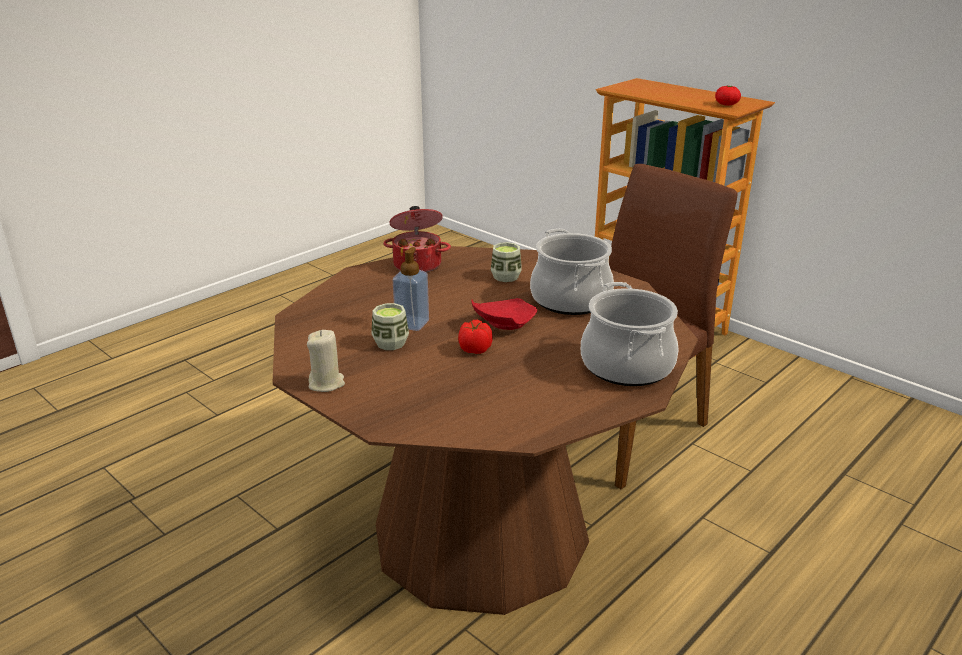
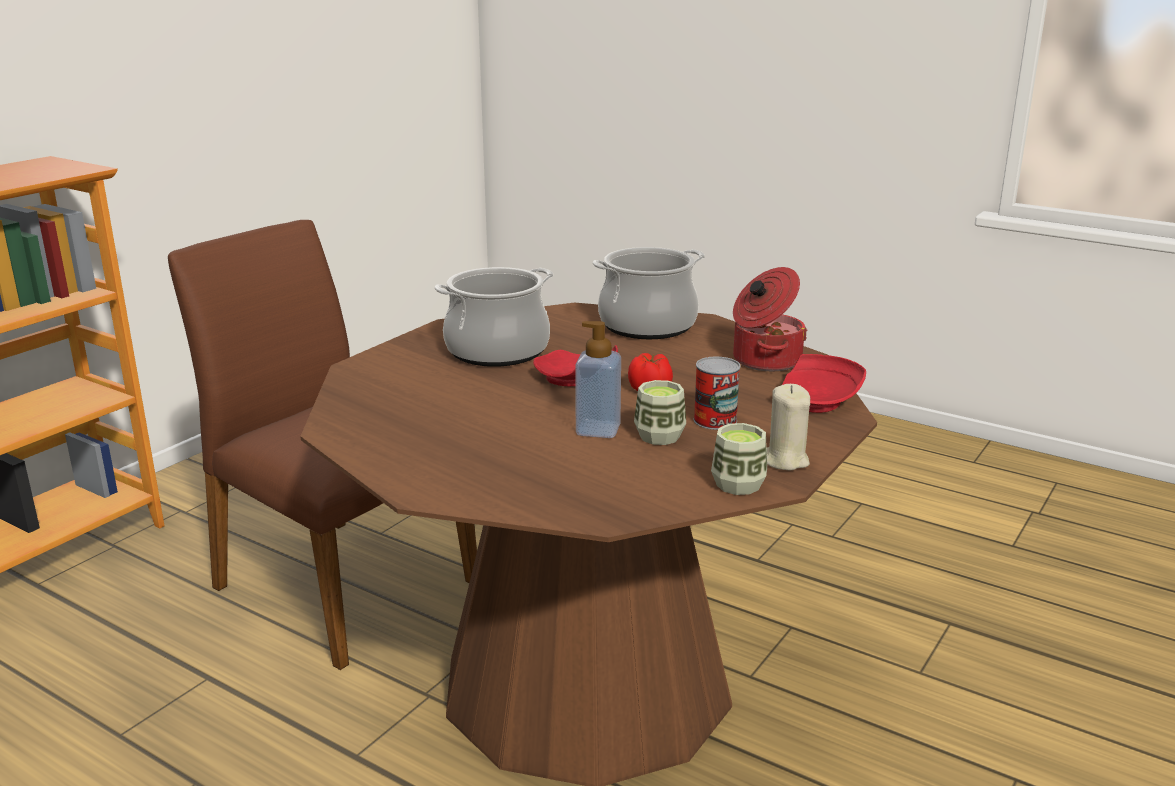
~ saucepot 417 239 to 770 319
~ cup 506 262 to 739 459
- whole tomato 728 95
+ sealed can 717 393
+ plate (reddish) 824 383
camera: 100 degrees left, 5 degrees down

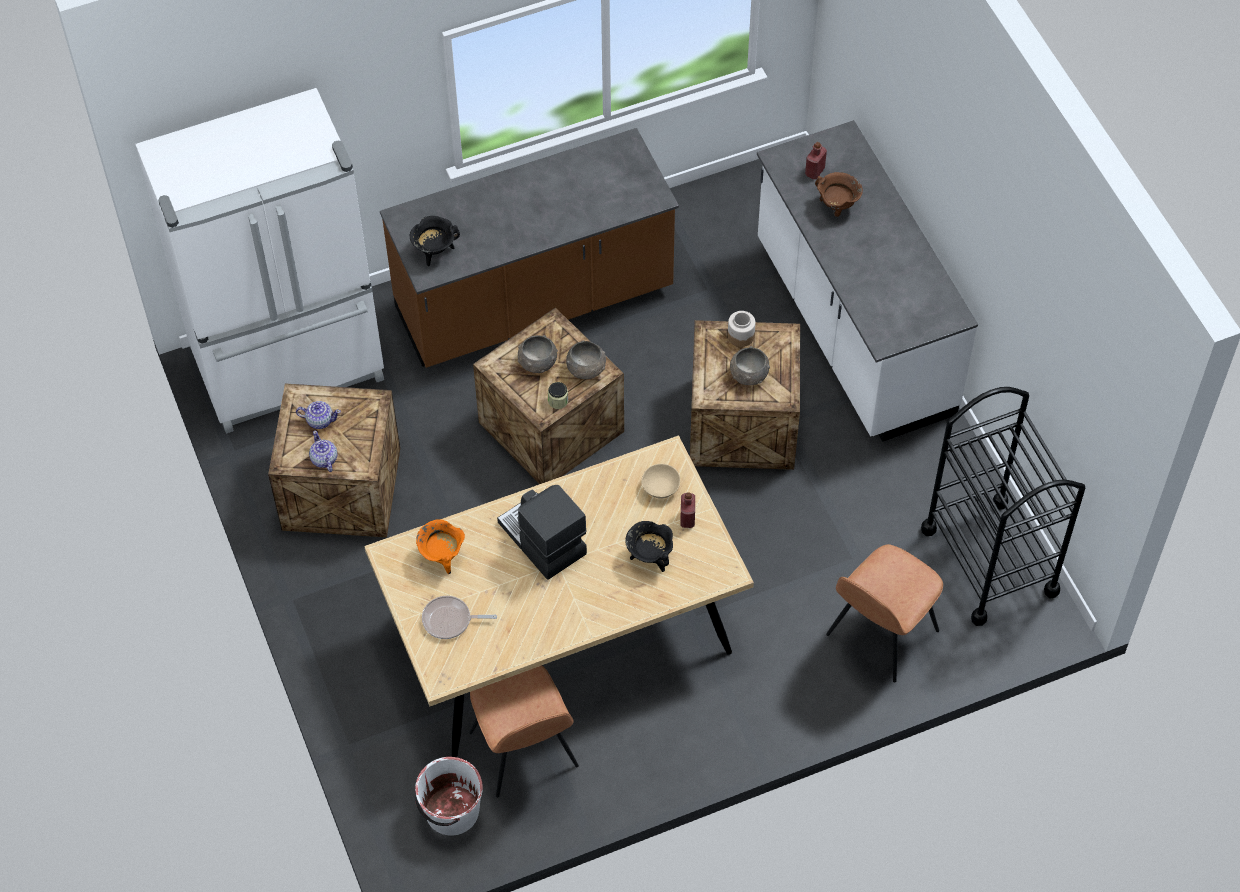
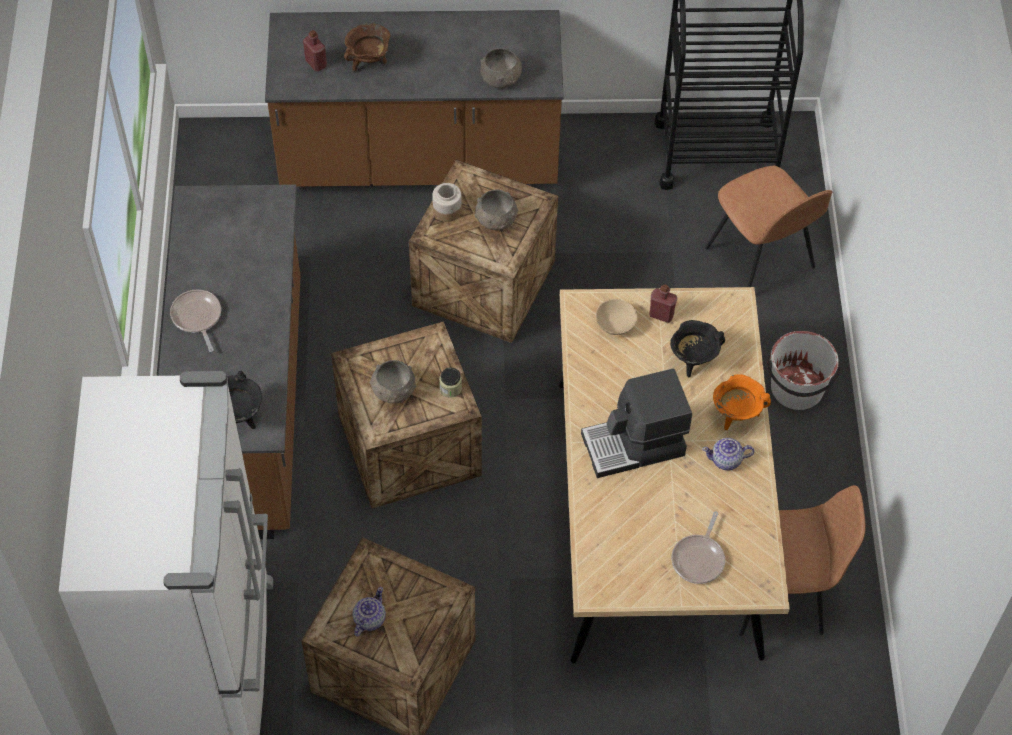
~ tea pot 323 451 to 728 454
~ water bucket (whitish) 449 796 to 803 370
~ saucepot (orange) 440 546 to 742 402
~ serving bowl (greyish) 586 359 to 501 68
~ kitchen base unit (whitish) 867 281 to kitchen base unit (brown-coloured) 414 98
+ pan 195 320
camera: 70 degrees left, 0 degrees up

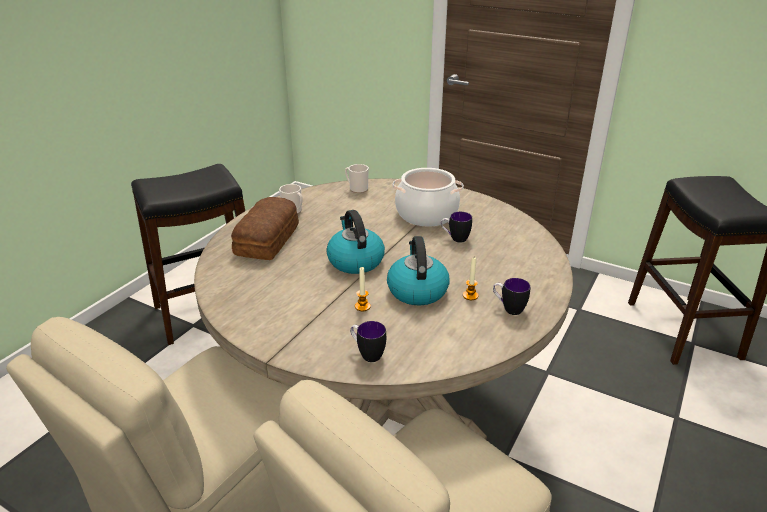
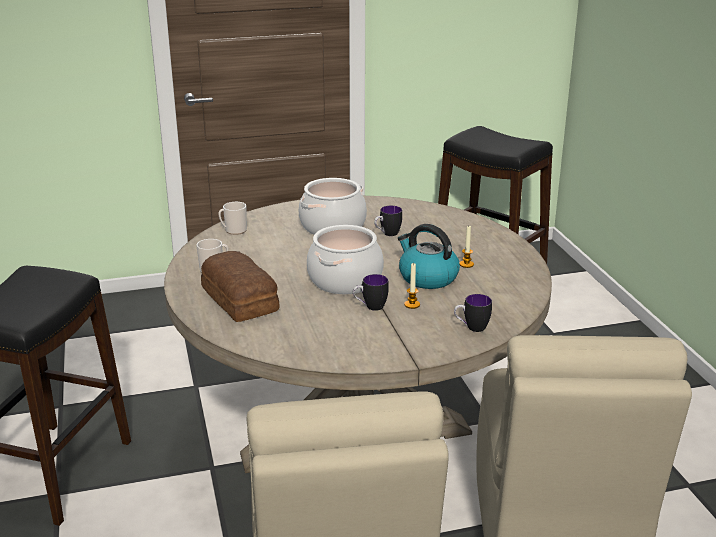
~ tea kettle 355 242 to saucepot 345 259
~ coffee mug 512 296 to 371 292
camera: 45 degrees left, 5 degrees down

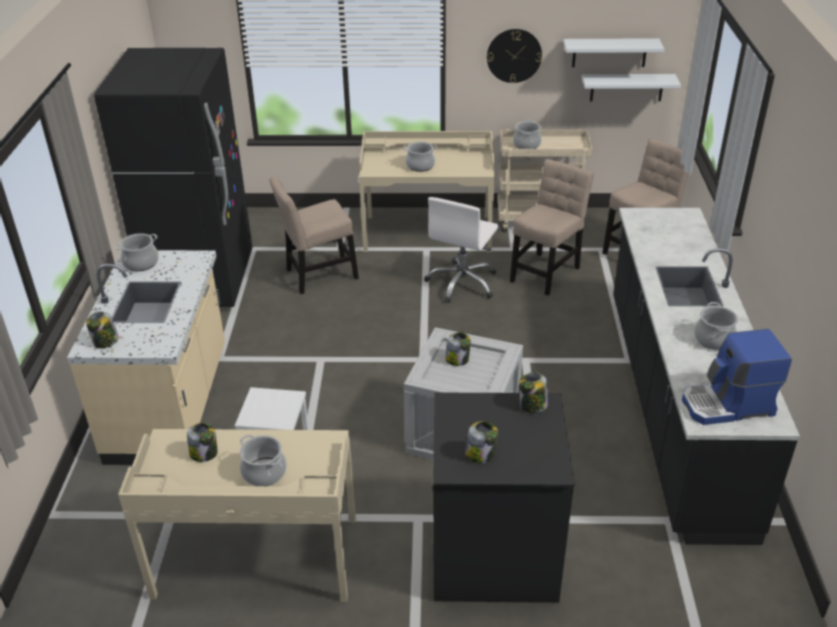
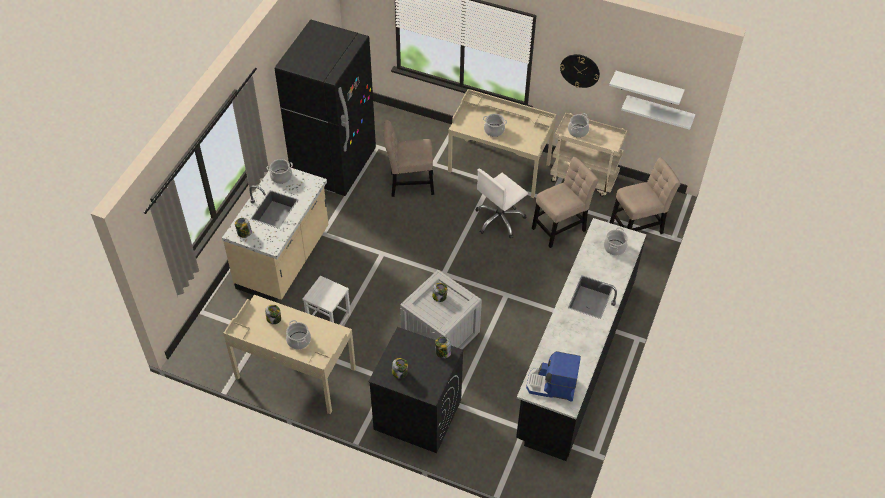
~ saucepot 716 326 to 616 241
camera: 20 degrees right, 15 degrees up

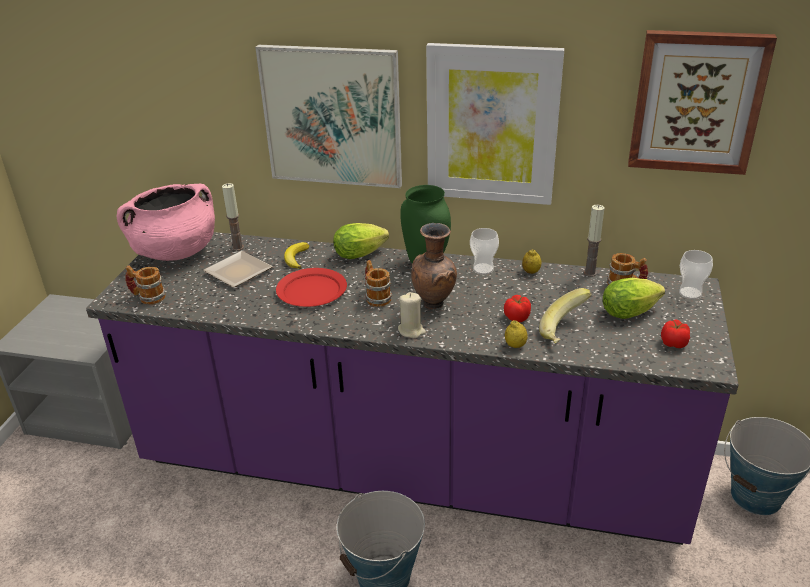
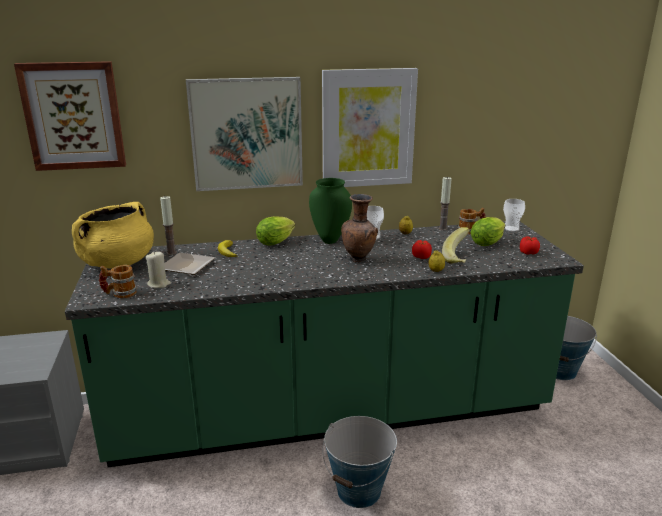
~ kitchen base unit (purplish) 412 388 to kitchen base unit (greenish) 324 344
~ saucepot (pink-coloured) 166 222 to saucepot (yellow) 113 235
- plate (reddish) 311 287
- coffee mug 379 283
~ candle (beige-coloured) 412 315 to 158 269
~ wall picture 702 102 to 70 116
camera: 25 degrees left, 10 degrees down

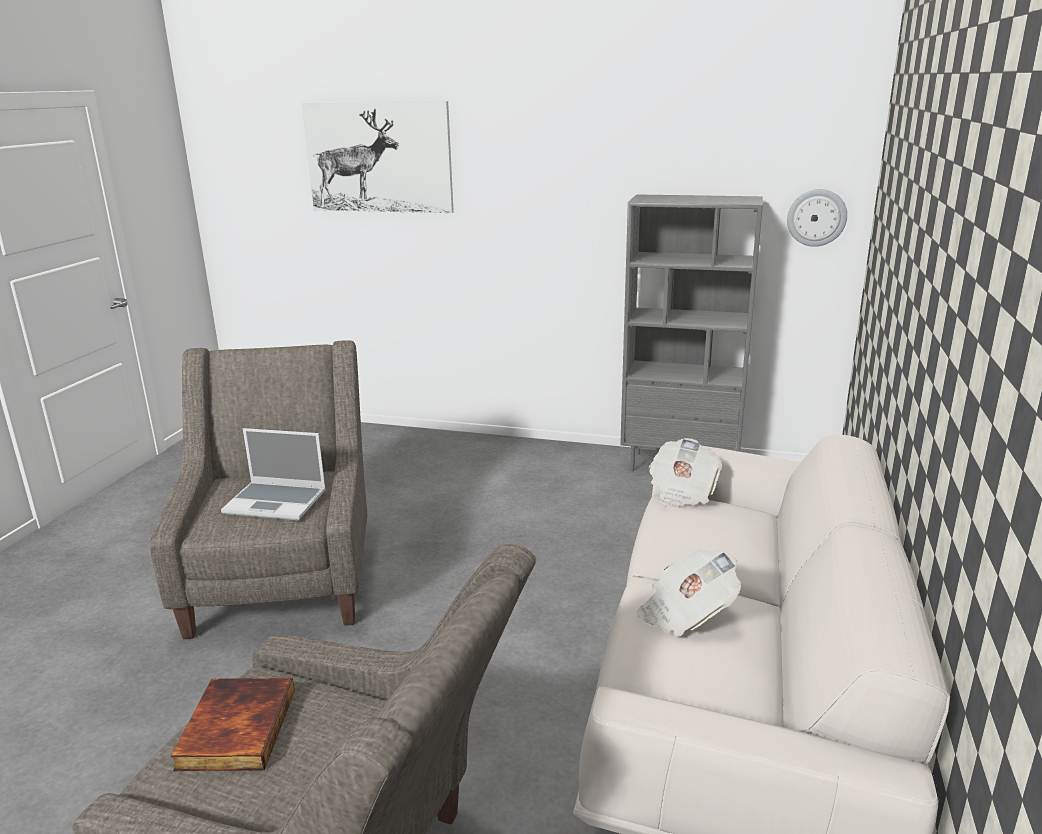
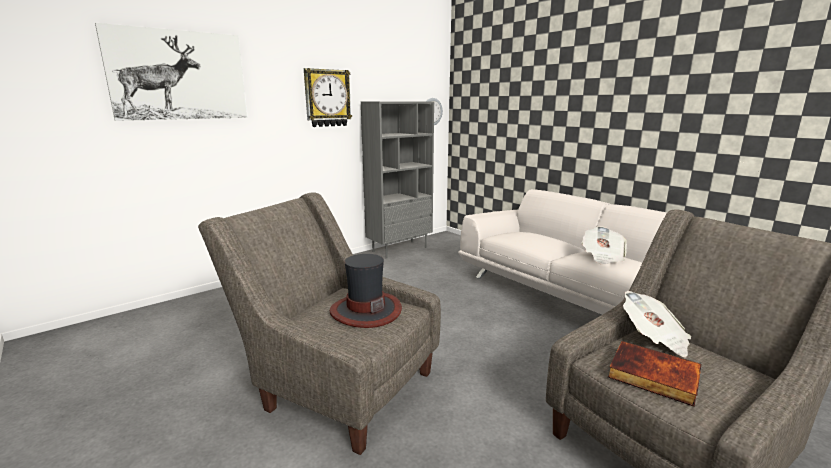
~ portable computer 273 474 to clothing hat 366 291
~ daily paper 685 473 to 657 324
+ clock on the wall 328 97
camera: 55 degrees left, 5 degrees down

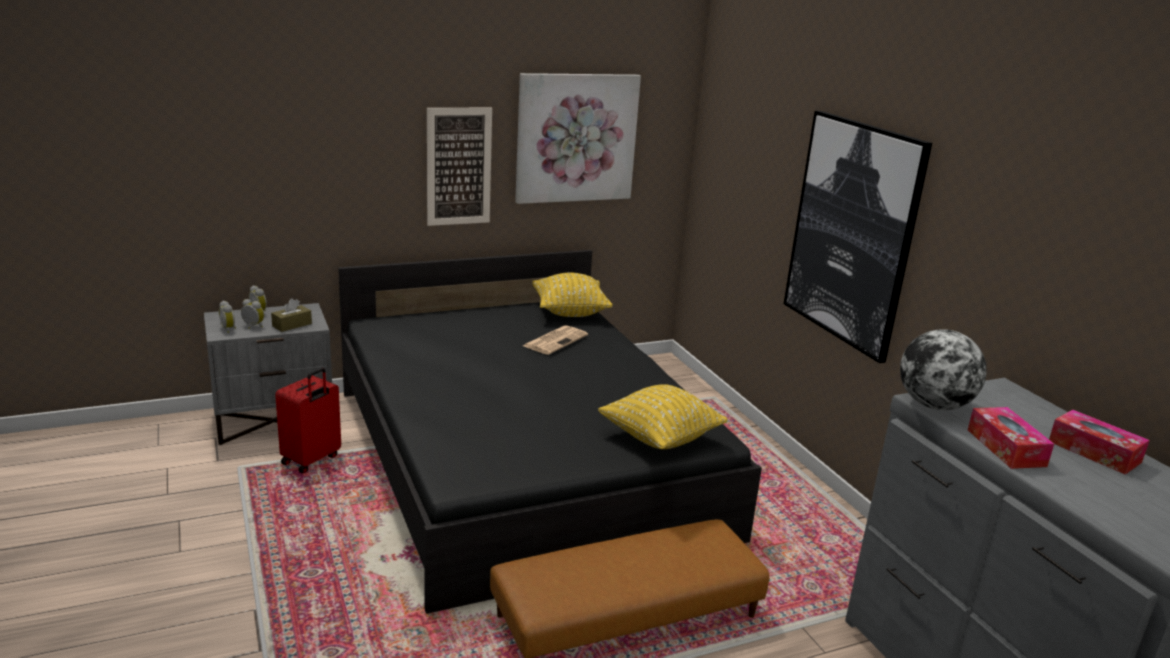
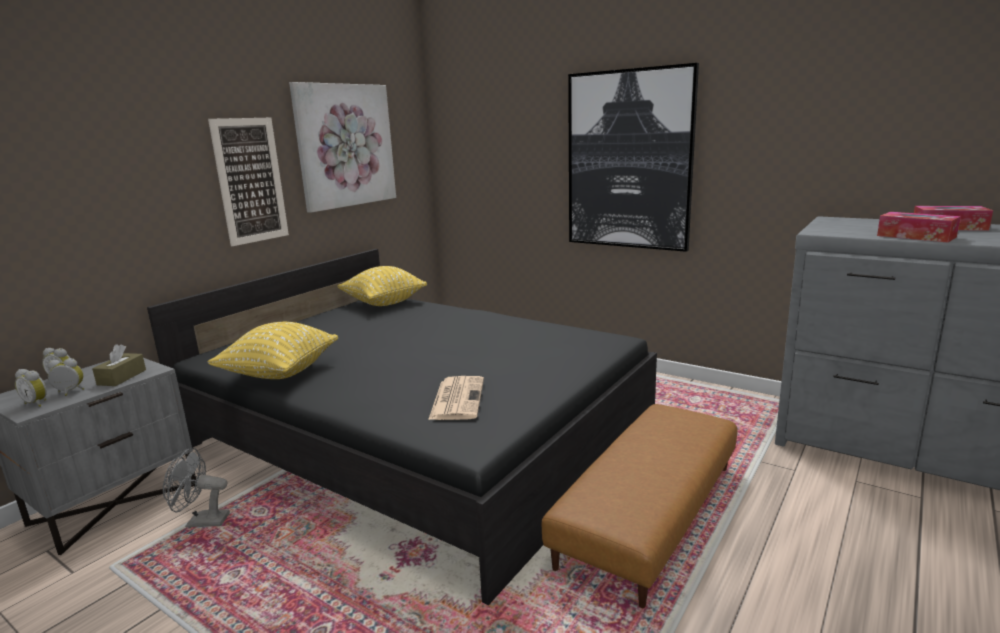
~ suitcase (reddish) 308 420 to cooling fan (greyish) 196 487
~ daily paper 555 340 to 456 398
~ pillow (yellow) 663 416 to 273 350
- desk globe 943 369
camera: 30 degrees left, 5 degrees down

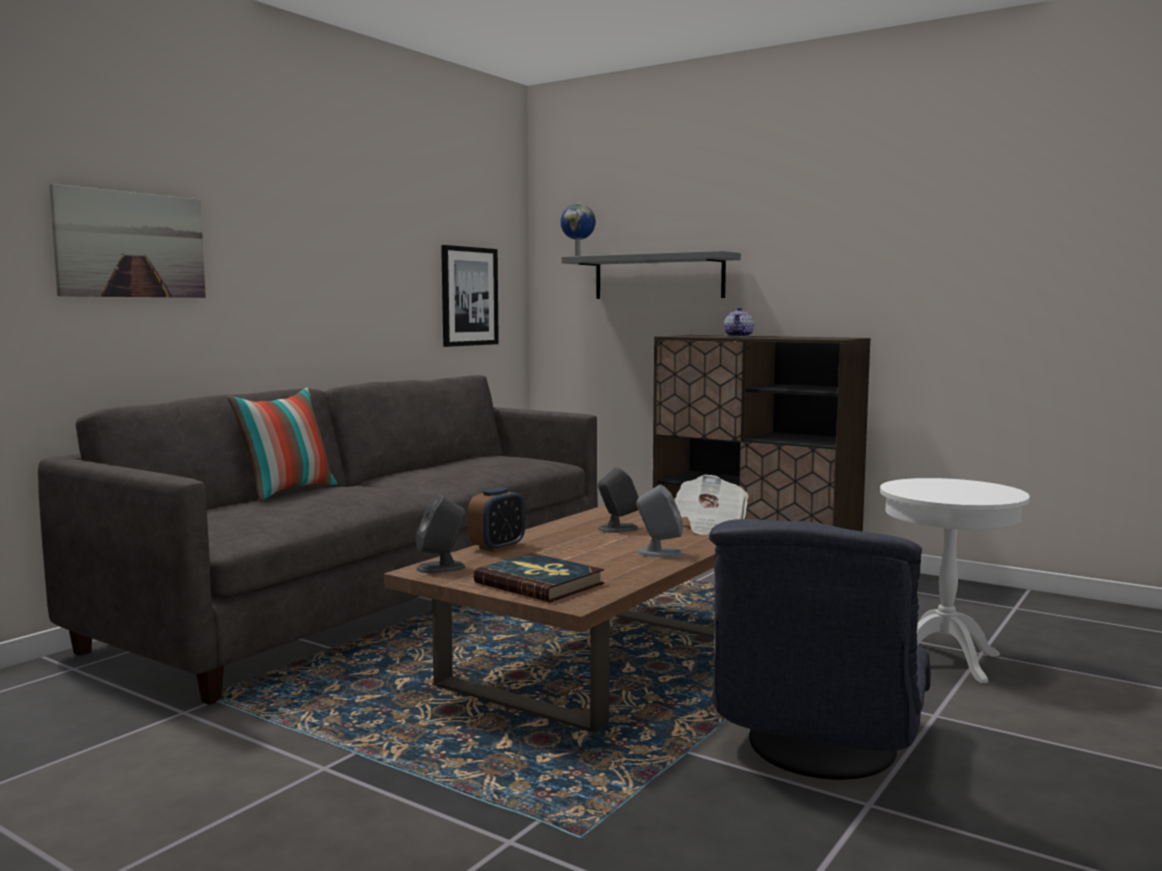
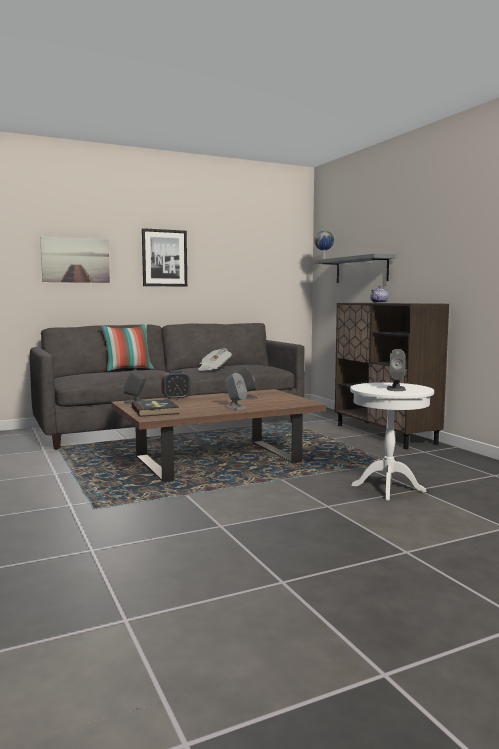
~ wall picture 470 296 to 164 257
~ daily paper 711 505 to 215 359
- easy chair (greyish) 820 649
+ loudspeaker (greyish) 396 370
camera: 30 degrees right, 0 degrees up

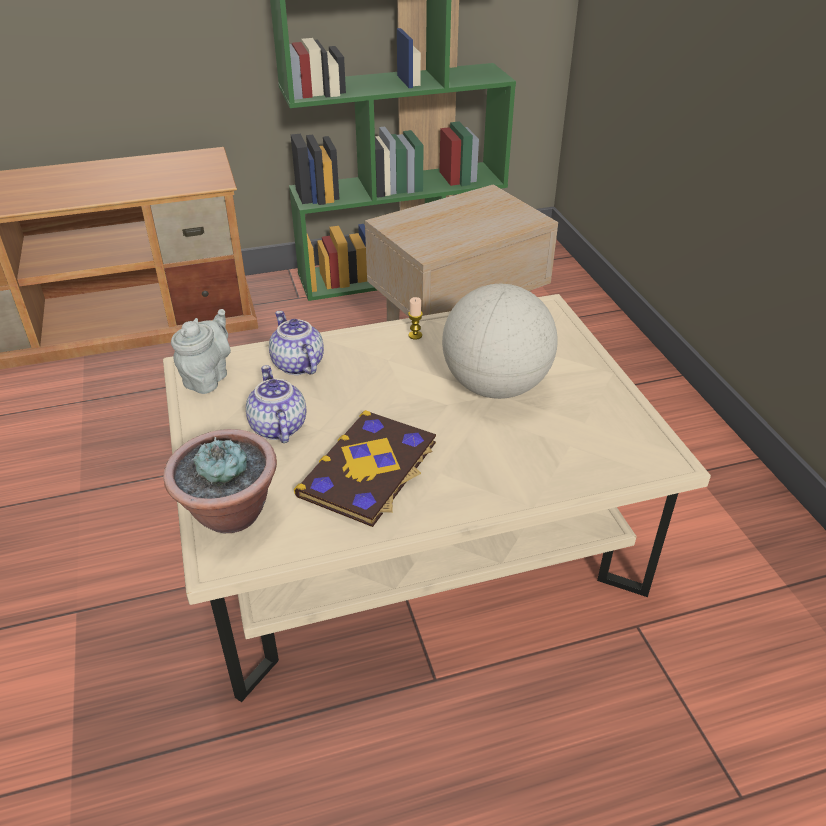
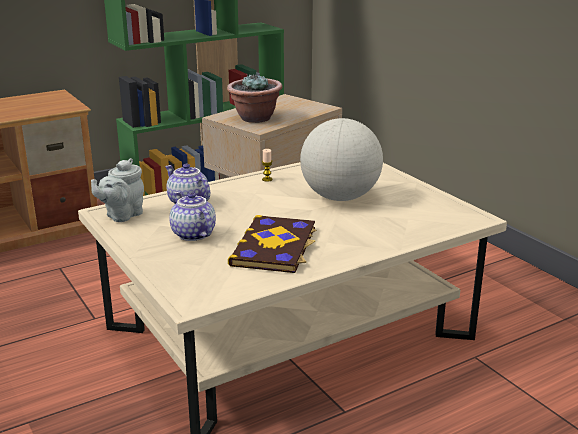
~ plant in a pot 220 481 to 254 98
~ tea pot (greyish) 201 351 = 117 190 150 degrees counterclockwise
camera: 15 degrees left, 15 degrees down

